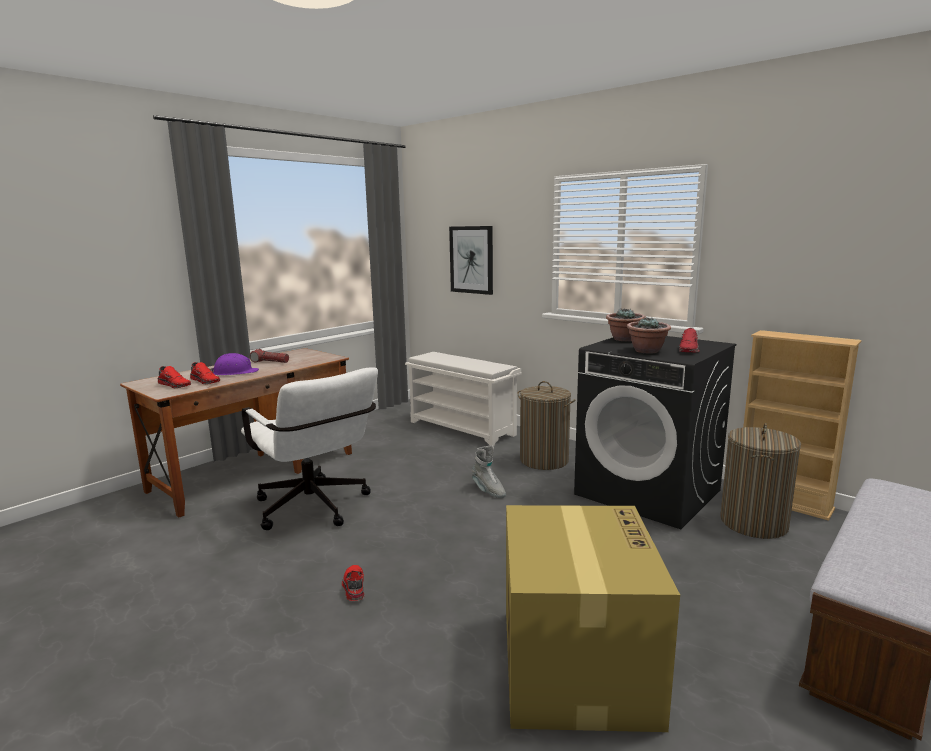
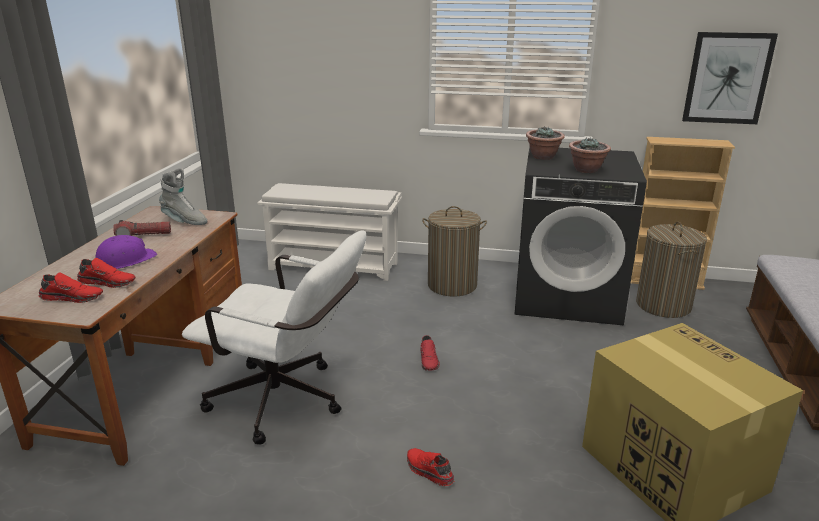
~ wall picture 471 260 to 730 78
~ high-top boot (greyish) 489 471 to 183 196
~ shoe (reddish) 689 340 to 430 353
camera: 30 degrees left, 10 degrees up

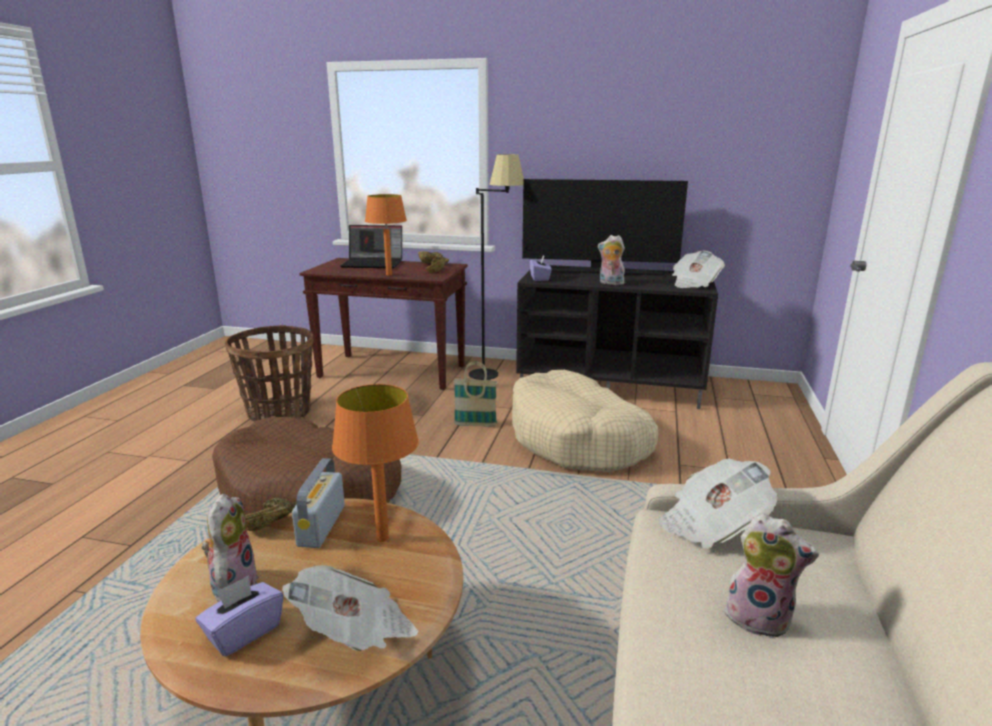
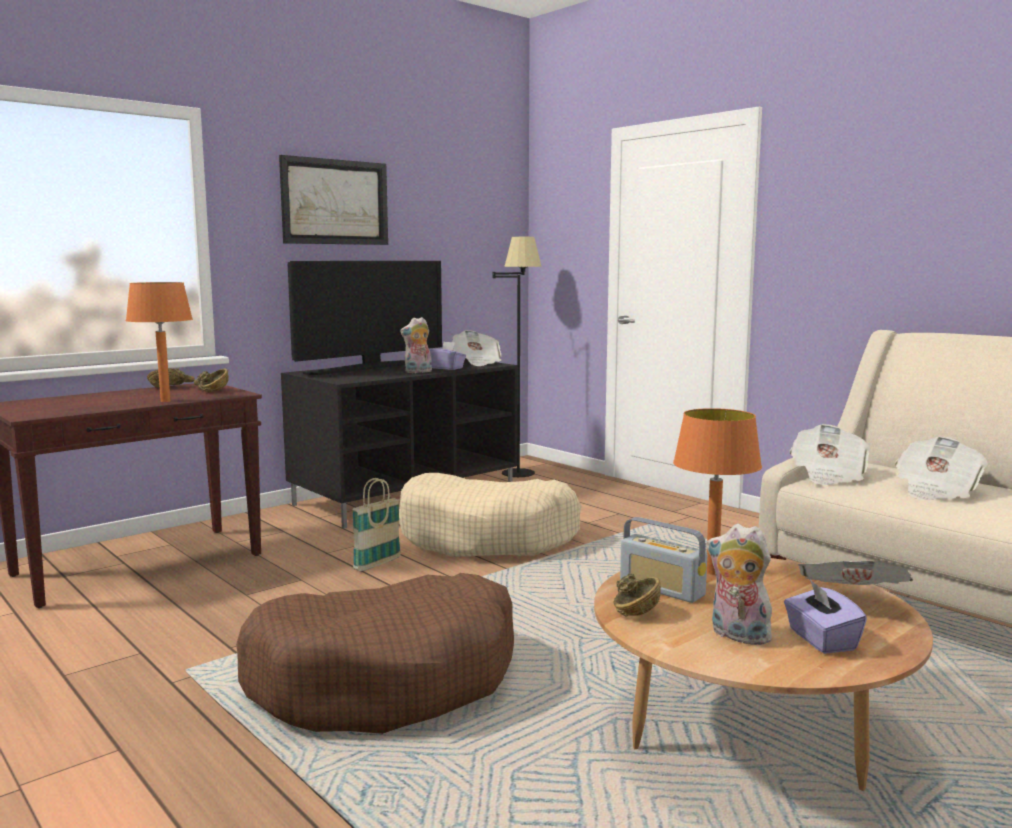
- basket 269 373
- portable computer 371 246
~ standard lamp (blackish) 496 267 to 517 357
~ tissue holder (purplish) 541 267 to 448 356
~ cuddly toy 769 576 to daily paper 941 468
+ wall picture 333 200
camera: 55 degrees left, 10 degrees down

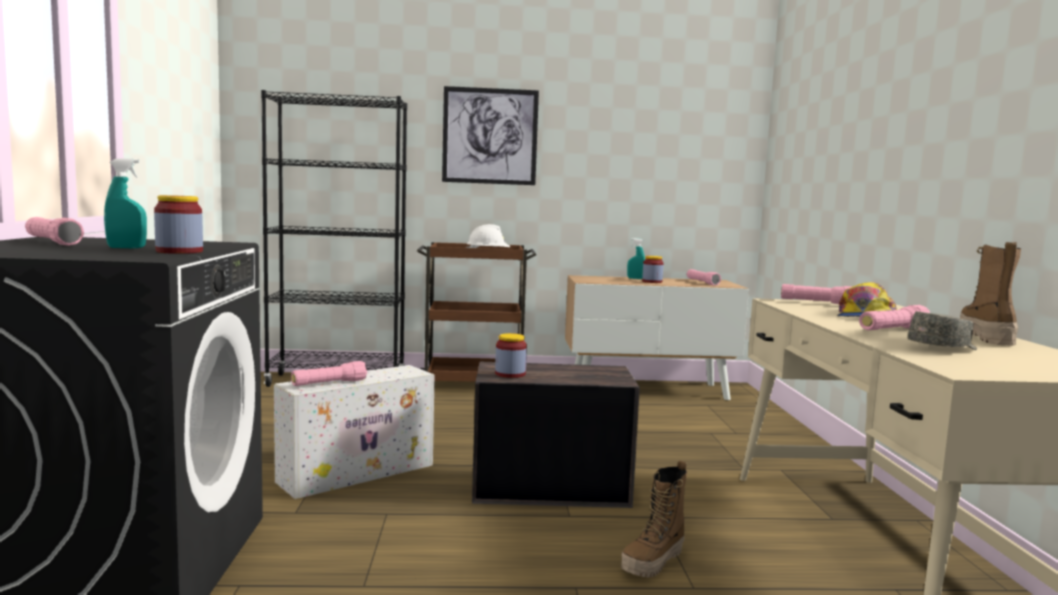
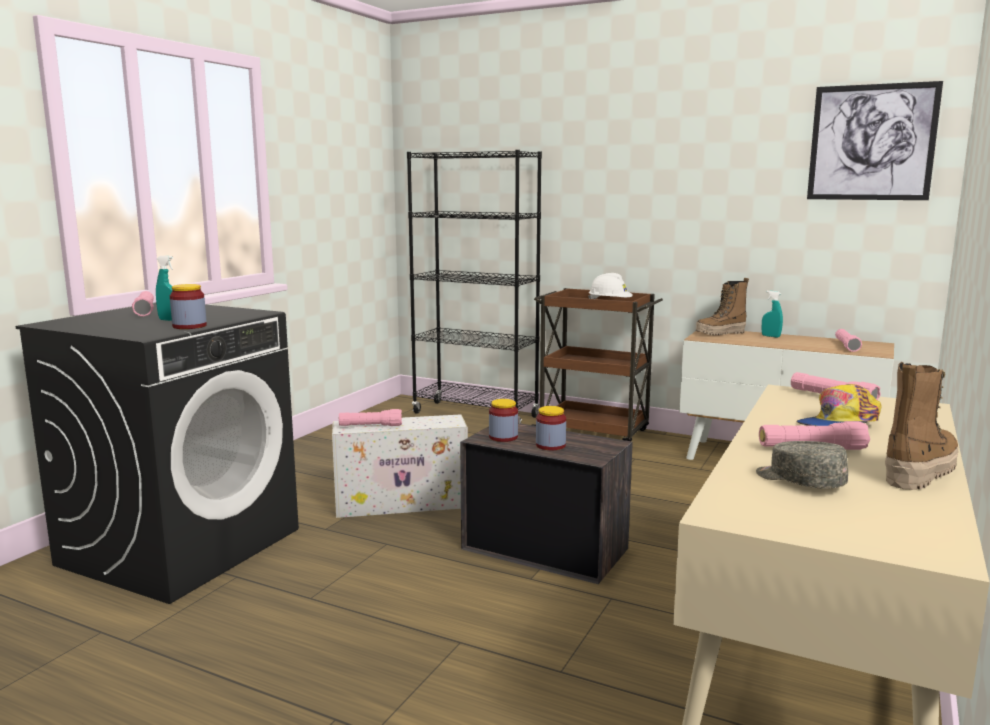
~ wall picture 490 135 to 875 140
~ high-top boot 654 519 to 722 306
~ jar 653 269 to 551 428
~ peaked cap (greyish) 942 330 = 802 465 135 degrees counterclockwise
camera: 30 degrees right, 5 degrees up

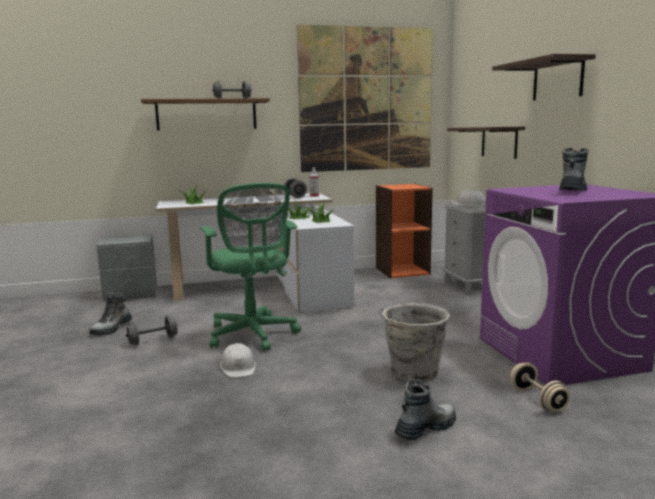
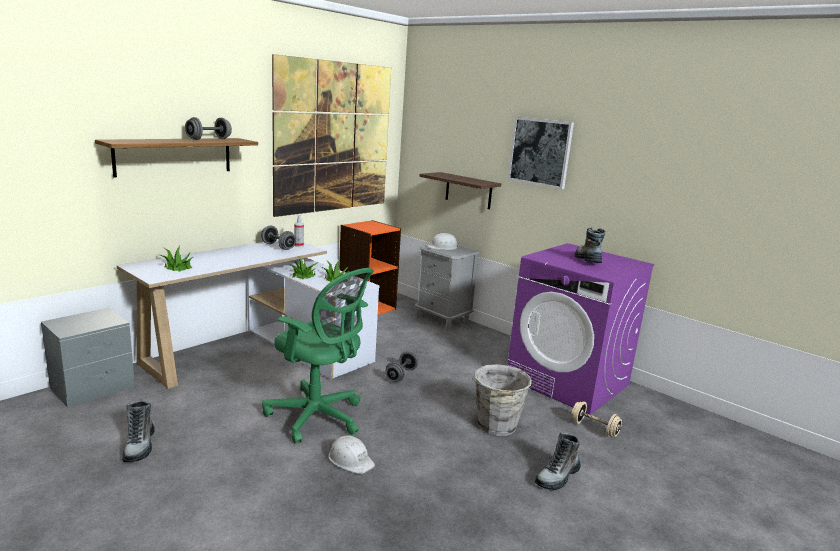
~ free weight (greyish) 152 330 to 401 366
~ high-top boot 425 409 = 558 461 150 degrees counterclockwise
~ wall shelf 544 77 to wall picture 541 153
camera: 35 degrees left, 5 degrees up

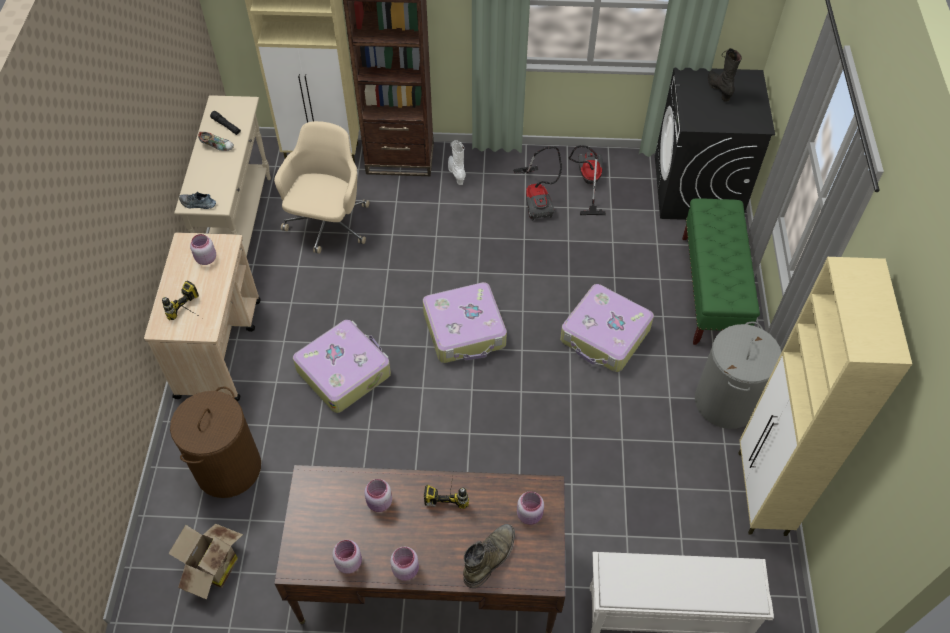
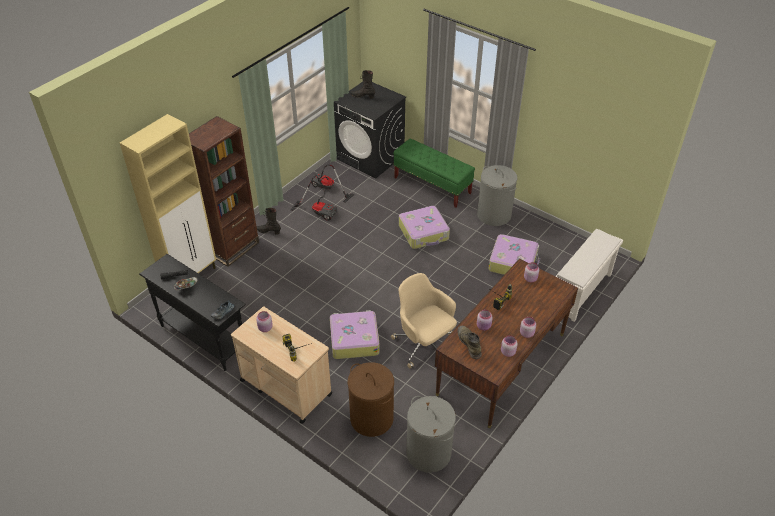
~ cardboard box 205 562 to washing basket (greyish) 431 434
~ hall table (beige-coloured) 222 176 to hall table (blackish) 192 312
~ office chair (beige-coloured) 321 187 to 424 320
~ suitcase 465 322 to 514 254
~ high-top boot (whitish) 457 162 to high-top boot (blackish) 268 221
~ high-top boot (greenish) 489 556 to 470 342
- storage cabinet (beige-coloured) 825 396
camera: 55 degrees left, 10 degrees down

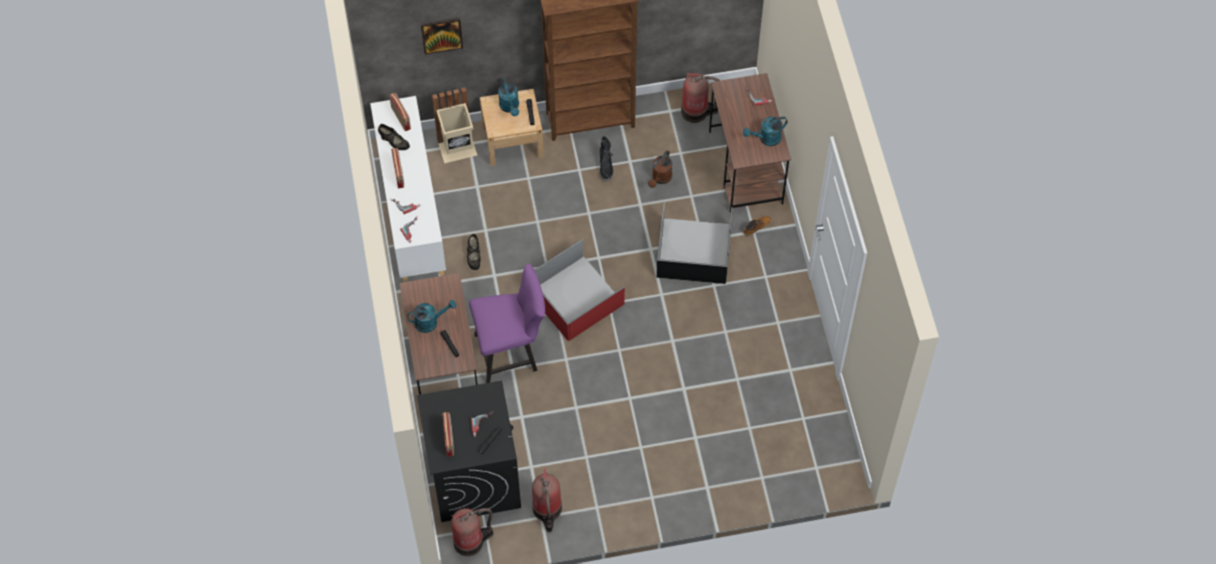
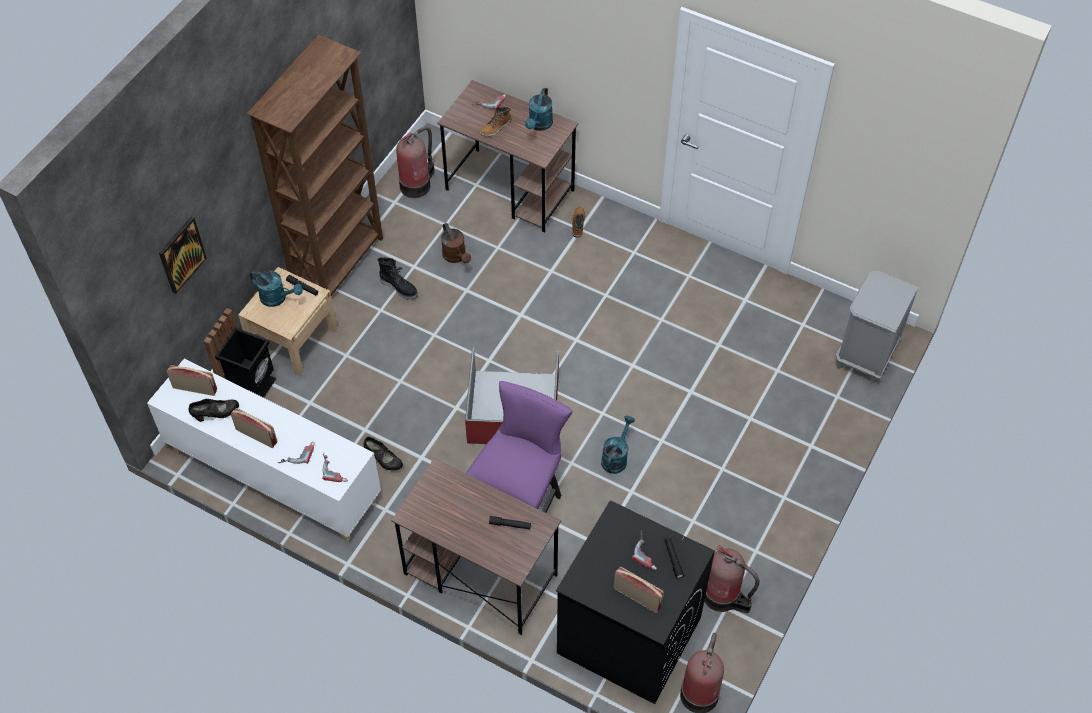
~ sprinkling can (turquoise) 431 316 to 618 445
~ rubbish bin (beige-coloured) 454 125 to rubbish bin (blackish) 239 353
- storage container (blackish) 694 242
+ high-top boot 496 122
+ bedside table (greyish) 877 326
camera: 50 degrees left, 5 degrees down

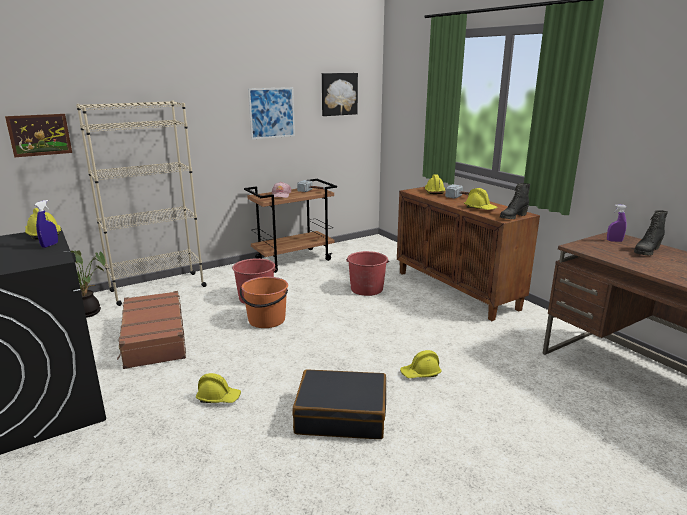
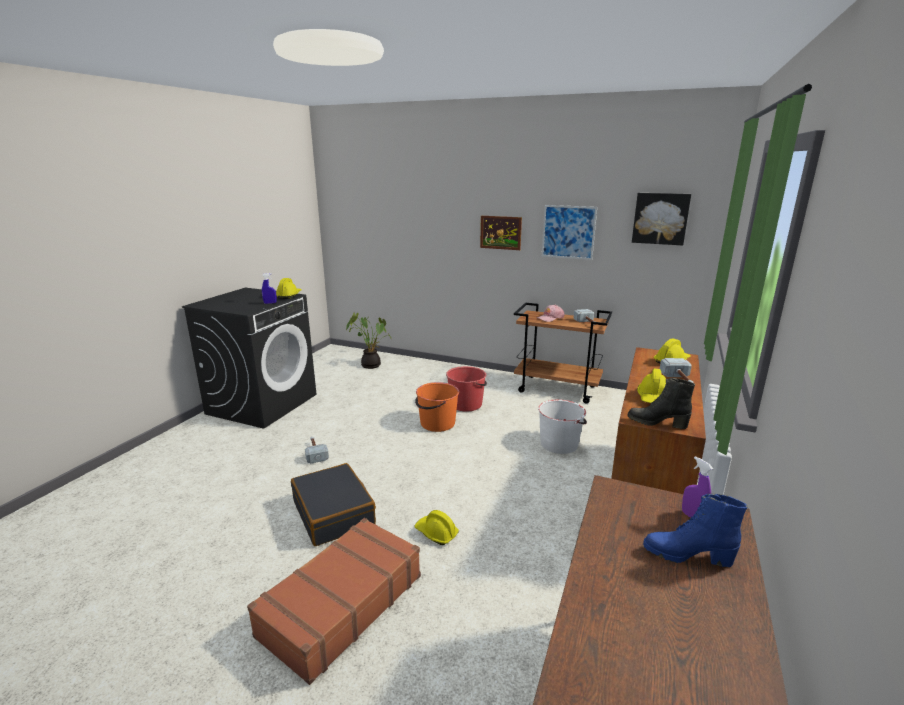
~ wall picture 38 135 to 501 233
- bookcase (beige-coloured) 141 203
~ suitcase (brown-coloured) 151 330 to 334 601
~ safety helmet (yellow) 218 388 to hammer 317 450
~ water bucket (reddish) 367 273 to water bucket (whitish) 562 426
~ high-top boot (blackish) 651 232 to high-top boot (bluish) 695 530
camera: 55 degrees right, 0 degrees up

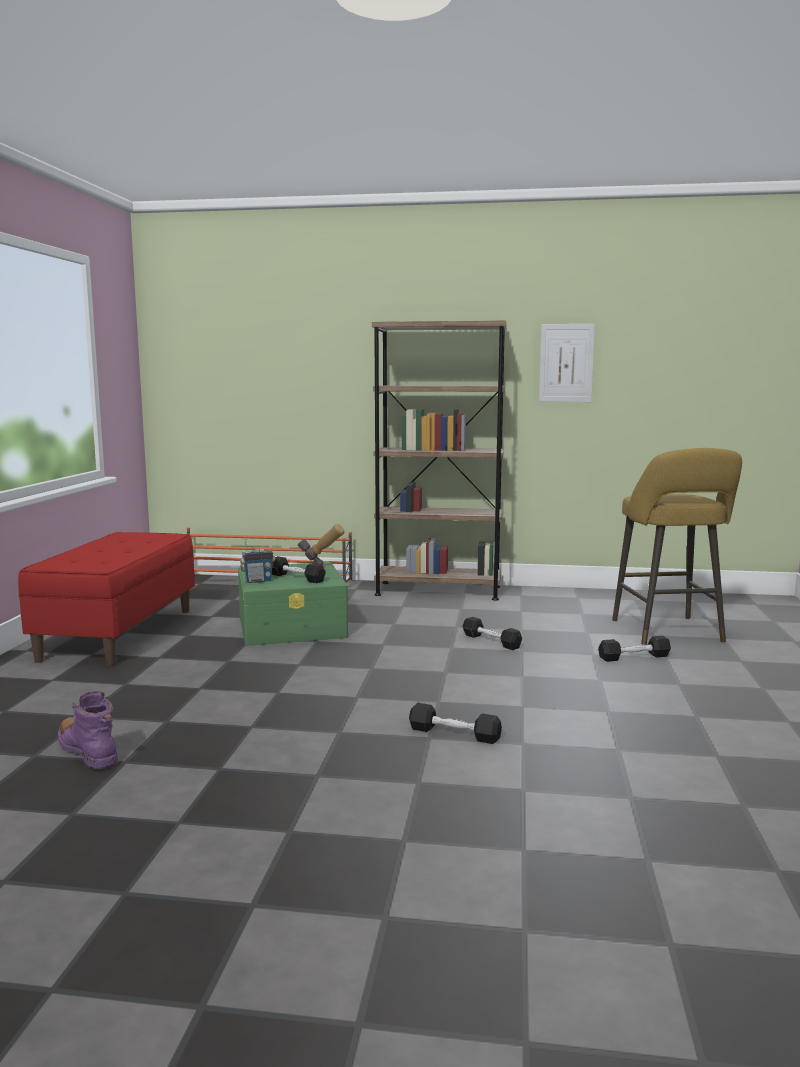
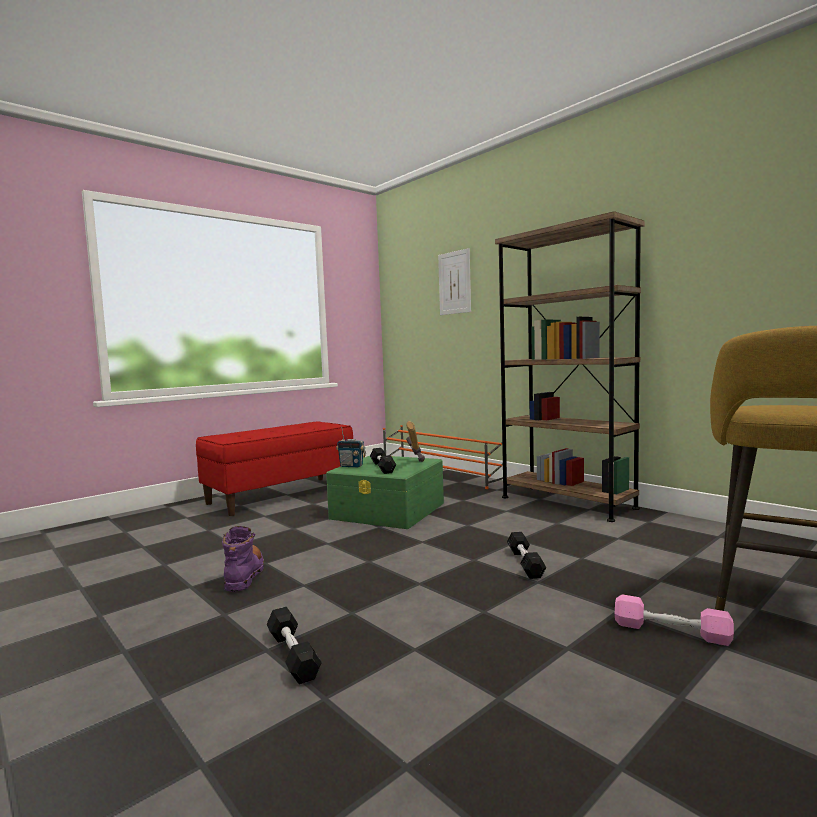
~ high-top boot (purplish) 88 730 to 243 559
~ wall picture 567 363 to 454 281
~ free weight (blackish) 634 649 to free weight (pink-coloured) 674 620
camera: 40 degrees right, 5 degrees down

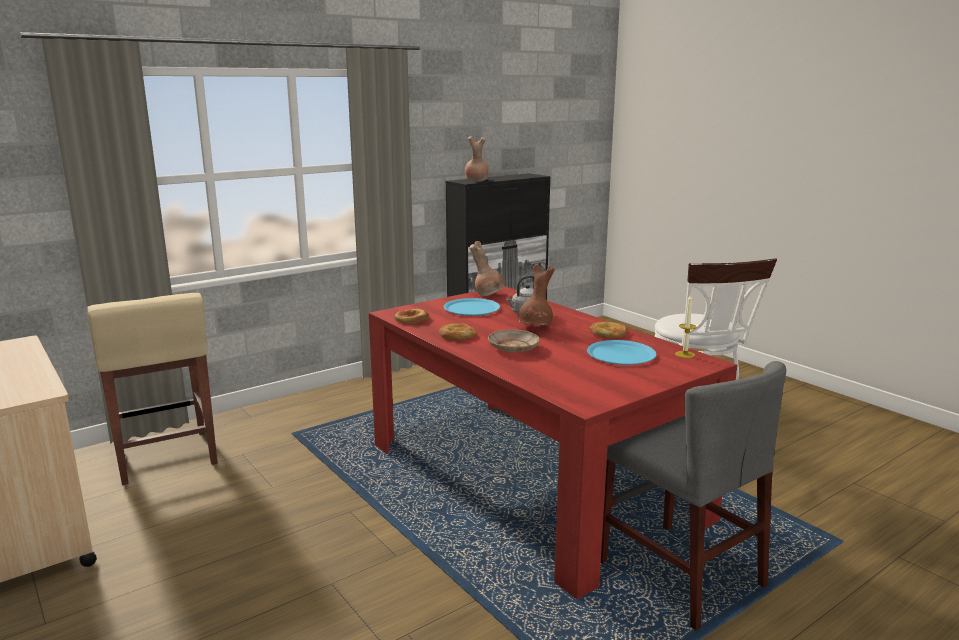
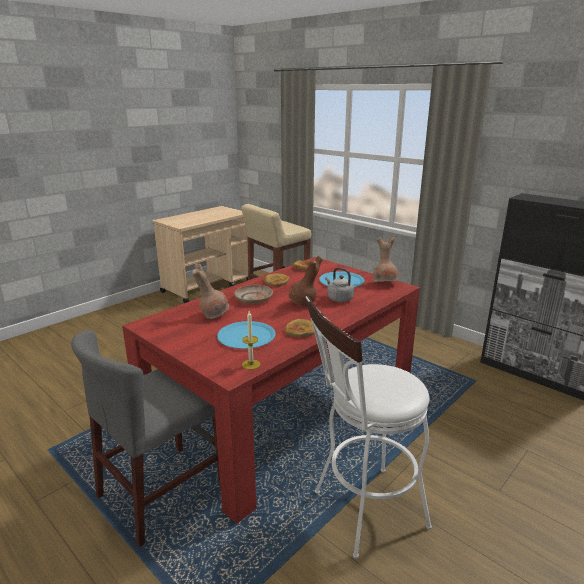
~ flower vase (brown-coloured) 477 159 to 210 291
camera: 80 degrees right, 5 degrees up

